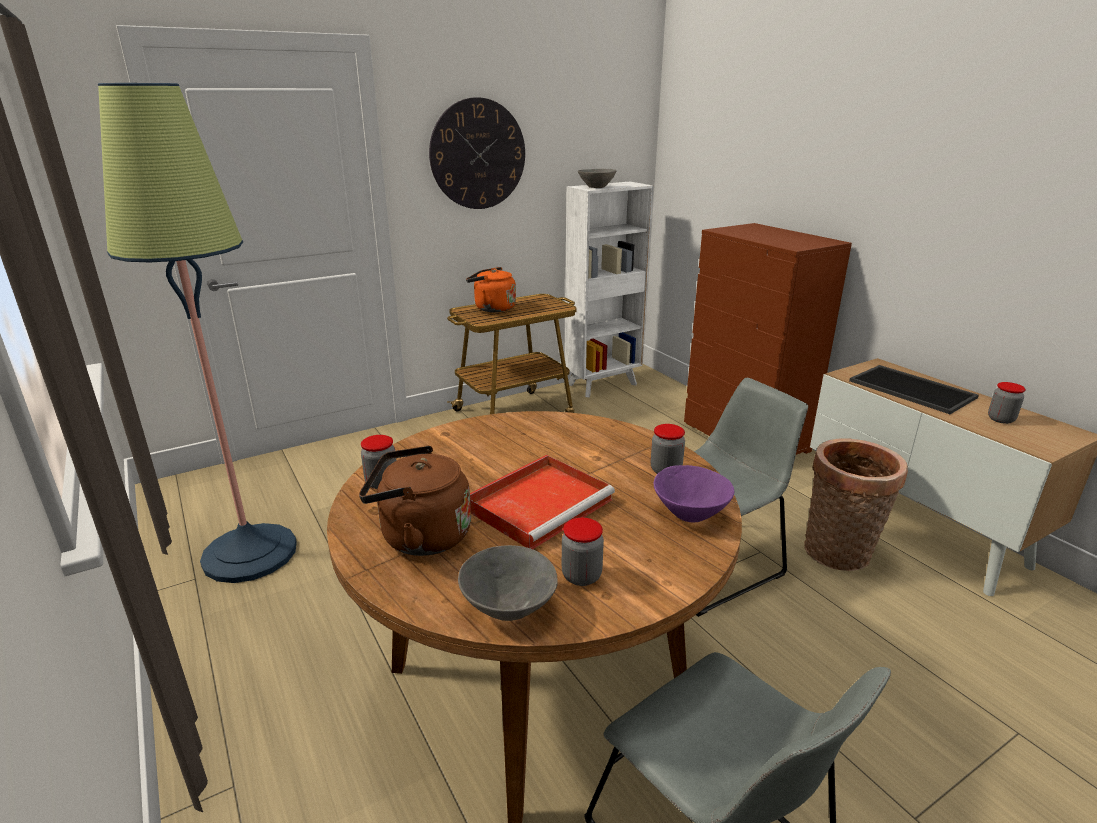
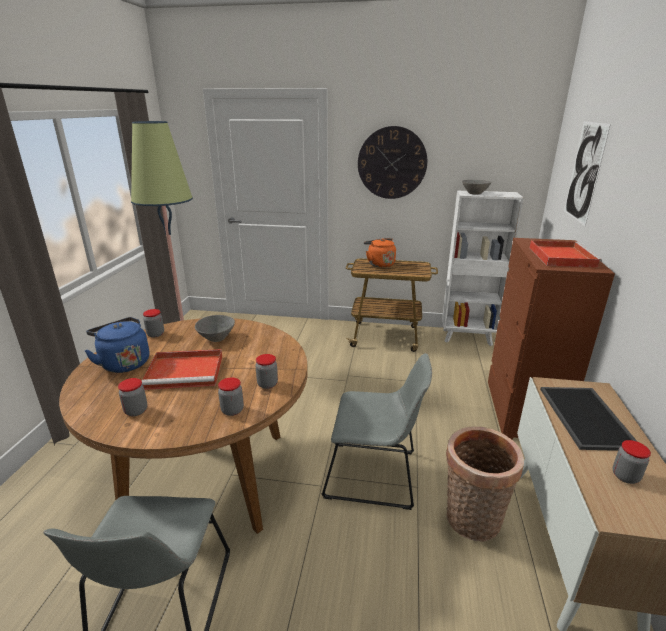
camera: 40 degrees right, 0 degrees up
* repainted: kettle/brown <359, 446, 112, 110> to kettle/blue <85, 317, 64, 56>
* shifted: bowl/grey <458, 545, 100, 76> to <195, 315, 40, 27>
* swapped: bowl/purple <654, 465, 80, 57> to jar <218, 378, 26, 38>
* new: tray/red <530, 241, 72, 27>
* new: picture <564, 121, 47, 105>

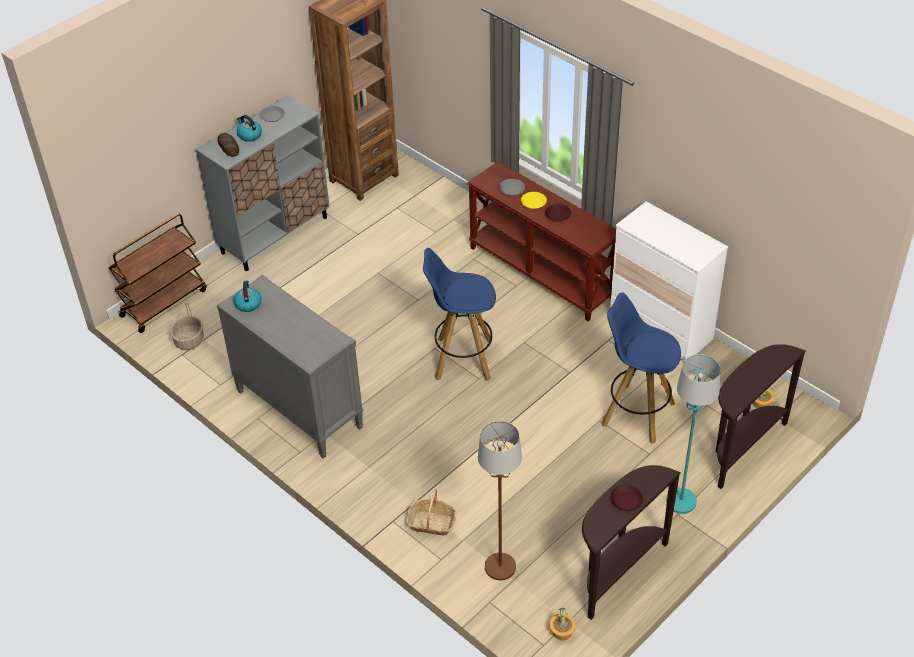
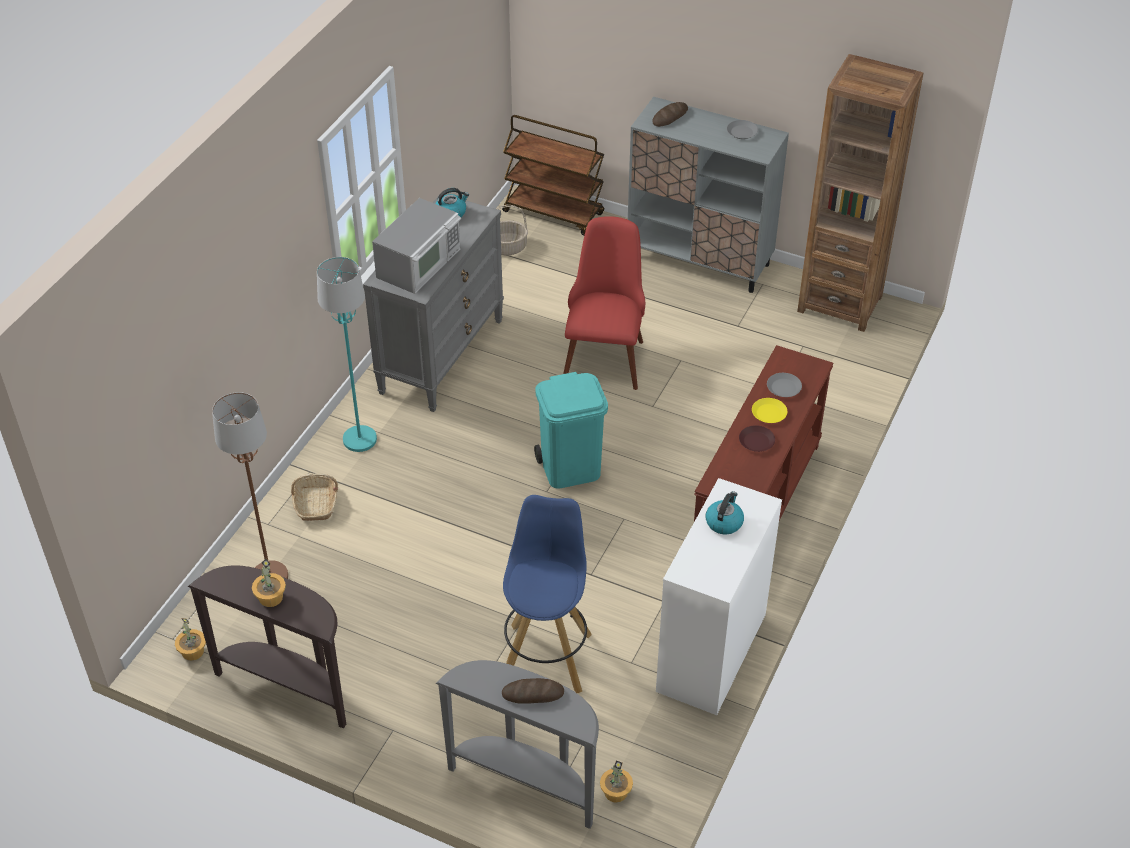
camera: 70 degrees right, 0 degrees up
* shifted: kettle <237, 115, 25, 27> to <706, 491, 38, 44>
* swapped: stool/blue <423, 248, 73, 133> to trash can/turquoise <534, 372, 74, 117>
* swapped: plate/brown <611, 485, 32, 26> to potted plant <252, 559, 34, 48>
* shifted: floor lamp/turquoise <666, 354, 55, 160> to <317, 257, 60, 195>
* repainted: console table/brown <716, 344, 90, 145> to console table/grey <436, 660, 163, 169>
* new: microwave <372, 198, 89, 96>
* new: bread <502, 678, 62, 26>
* new: chair/red <563, 216, 82, 174>

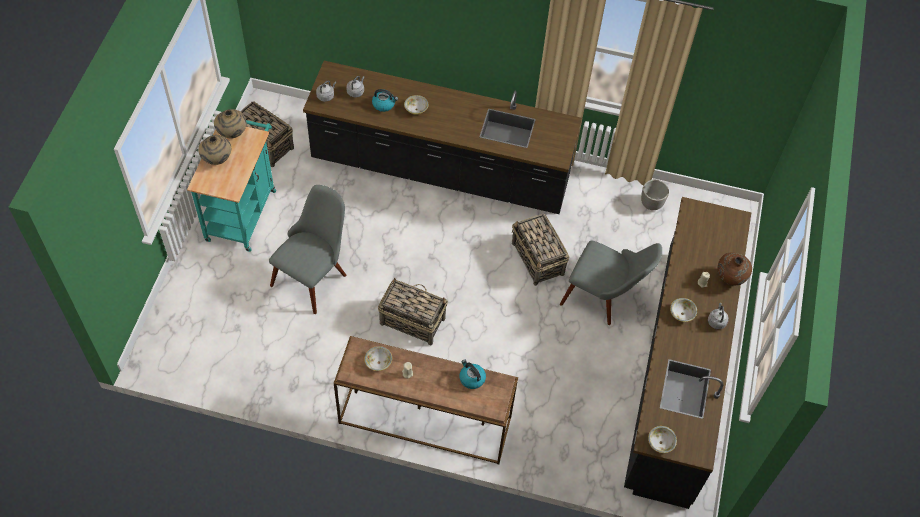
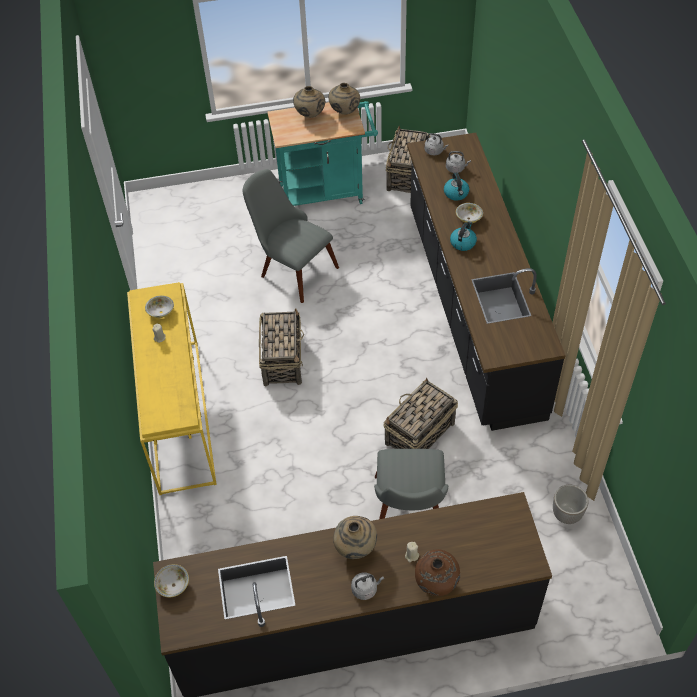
camera: 70 degrees right, 5 degrees down
* rotated: chair/grey <269, 185, 77, 129> = <242, 169, 97, 134> 150 degrees counterclockwise
* repainted: console table/brown <334, 336, 184, 129> to console table/yellow <127, 282, 90, 213>
* shifted: kettle <459, 359, 27, 30> to <450, 221, 27, 30>
* swapped: bowl <670, 298, 27, 24> to vase/beige <333, 516, 44, 43>

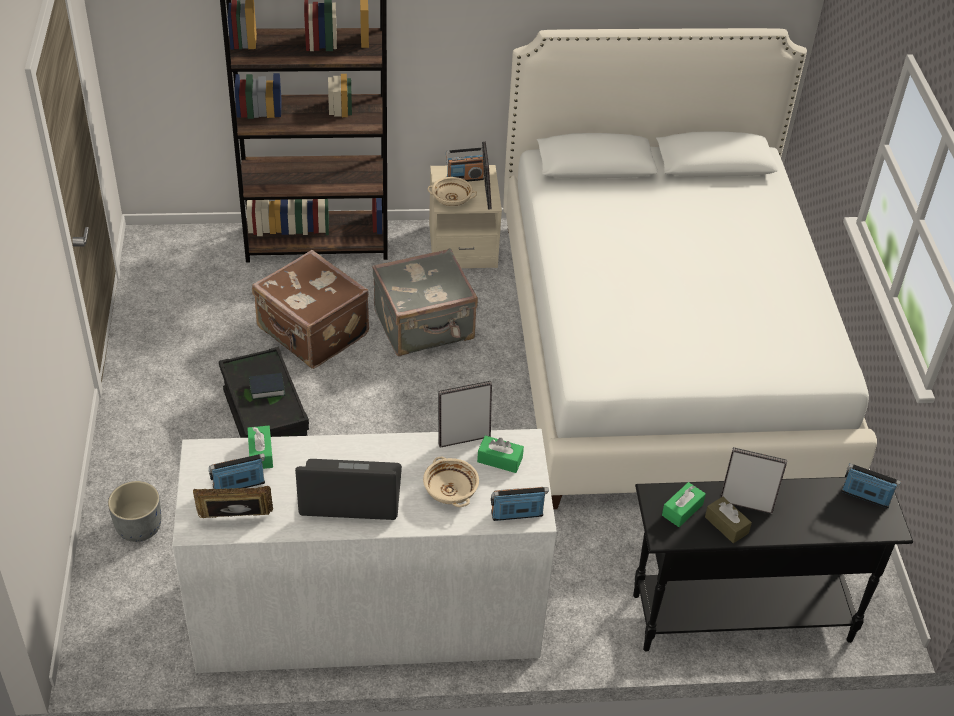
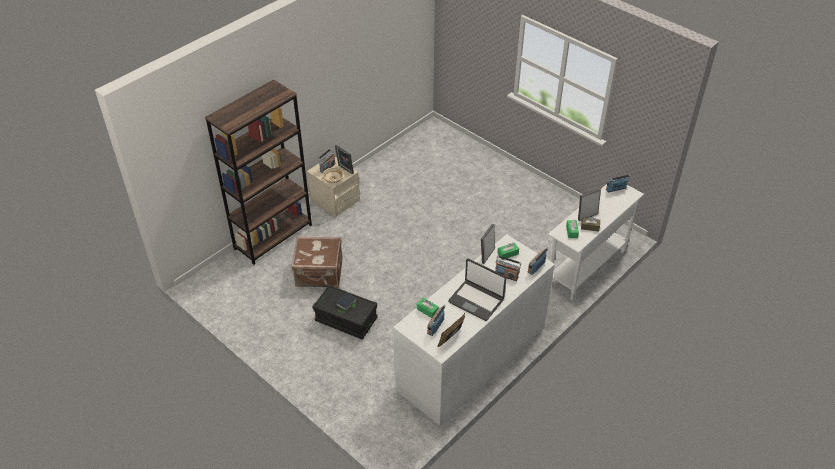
camera: 40 degrees left, 0 degrees up
* gone: planter/grey <108, 481, 53, 61>
* rotated: laptop <295, 459, 107, 61> = <448, 259, 58, 62> 105 degrees counterclockwise
* gone: suitcase/grey <372, 248, 106, 108>
* swapped: bowl/beige <423, 457, 56, 50> to radio <495, 255, 26, 26>
* gone: bed/white <503, 28, 374, 481>
* repainted: console table/black <633, 476, 280, 176> to console table/white <548, 184, 96, 116>

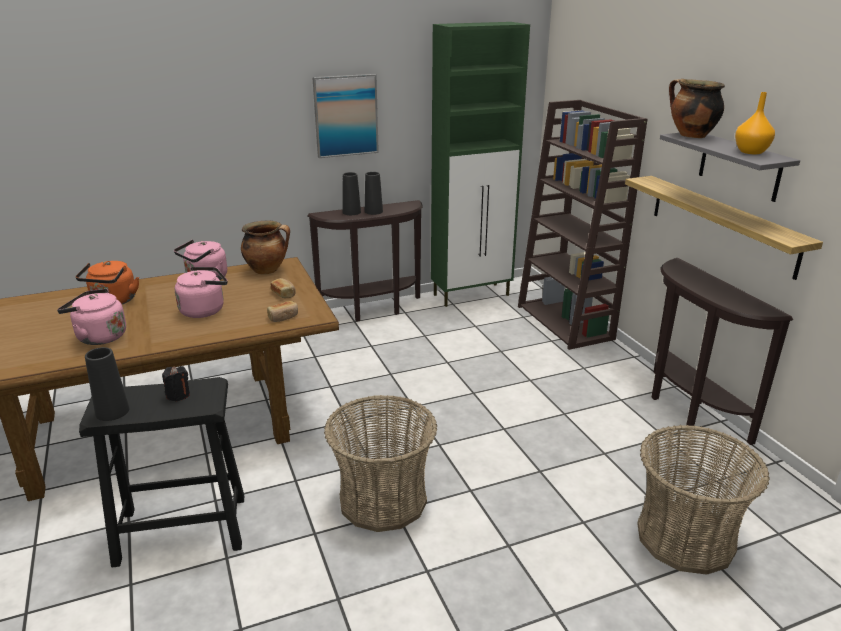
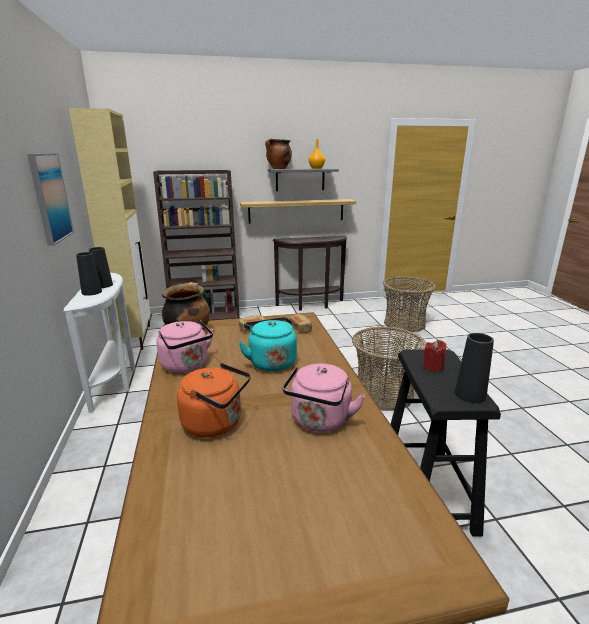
camera: 80 degrees left, 5 degrees down
* repainted: candle/black <162, 366, 28, 36> to candle/red <423, 340, 23, 32>
* repainted: kettle/pink <175, 267, 52, 51> to kettle/turquoise <239, 317, 58, 55>
* repainted: console table/brown <307, 200, 116, 122> to console table/white <64, 272, 72, 141>
* repainted: cabinet/green <431, 22, 99, 285> to cabinet/beige <69, 108, 82, 242>

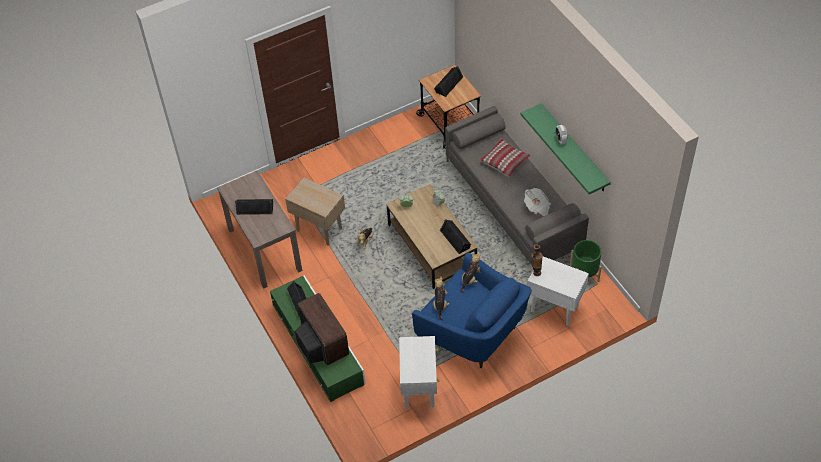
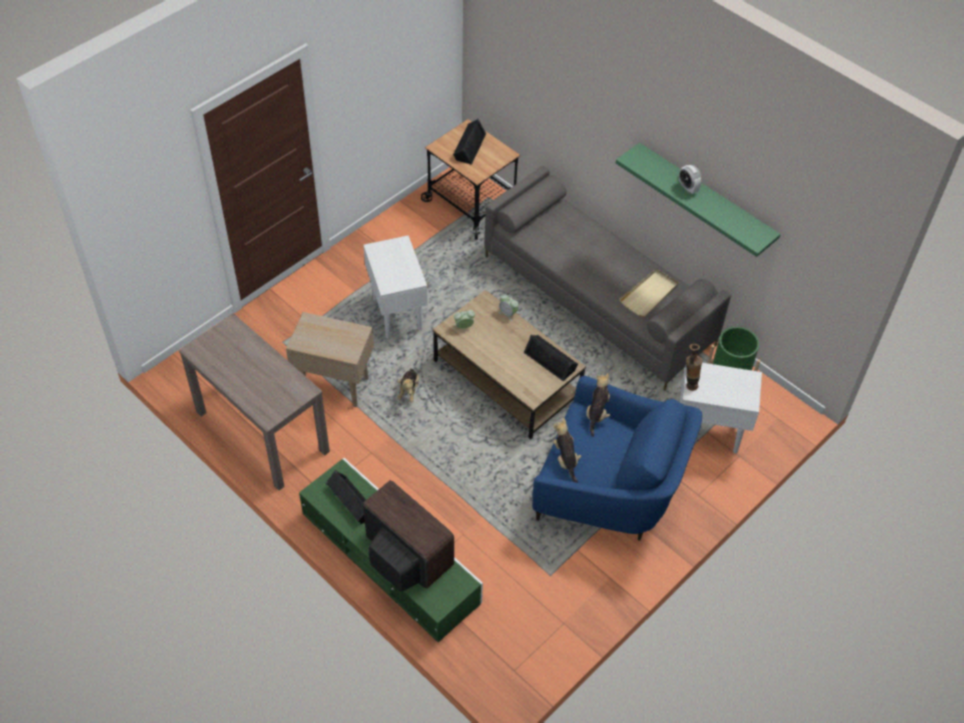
camera: 20 degrees left, 0 degrees up
* gone: speaker/black <235, 199, 38, 16>
* shifted: side table/white <399, 336, 40, 72> to <363, 235, 65, 103>
* gone: pillow <479, 139, 51, 38>
* swapped: newspaper <524, 188, 27, 28> to tray/beige <620, 269, 58, 48>

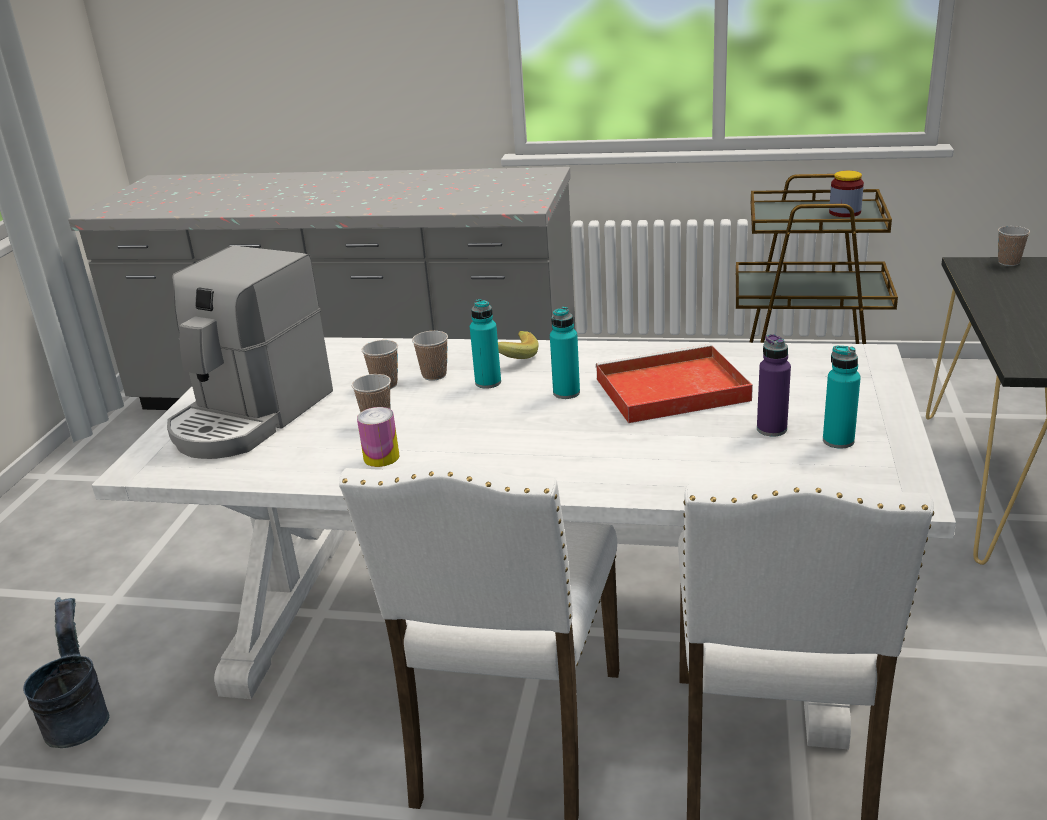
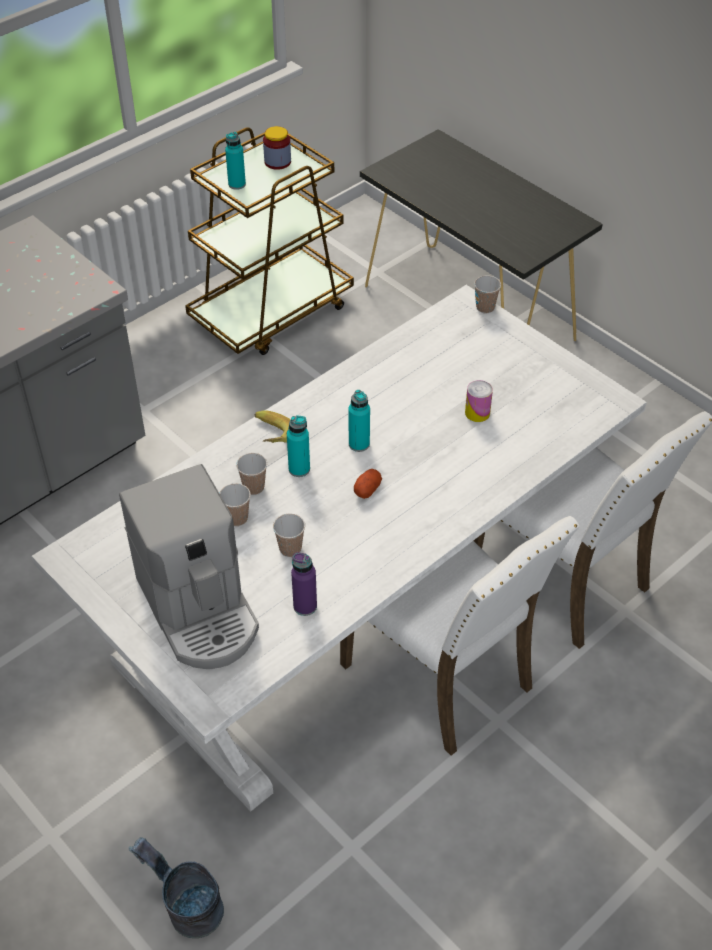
camera: 55 degrees left, 20 degrees up
* shifted: can <357, 407, 42, 60> to <465, 380, 28, 42>
* gone: tray/red <596, 344, 157, 79>
* shifted: bottle/purple <757, 334, 34, 103> to <291, 552, 26, 64>
* shifted: bottle/turquoise <823, 346, 38, 103> to <225, 132, 21, 58>
* shifted: cup <998, 226, 32, 40> to <474, 275, 27, 38>
* new: potato <354, 469, 28, 30>

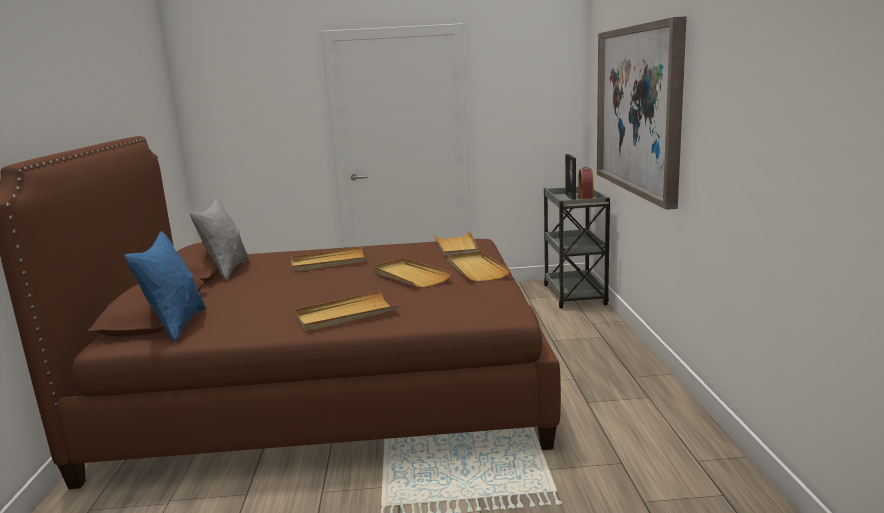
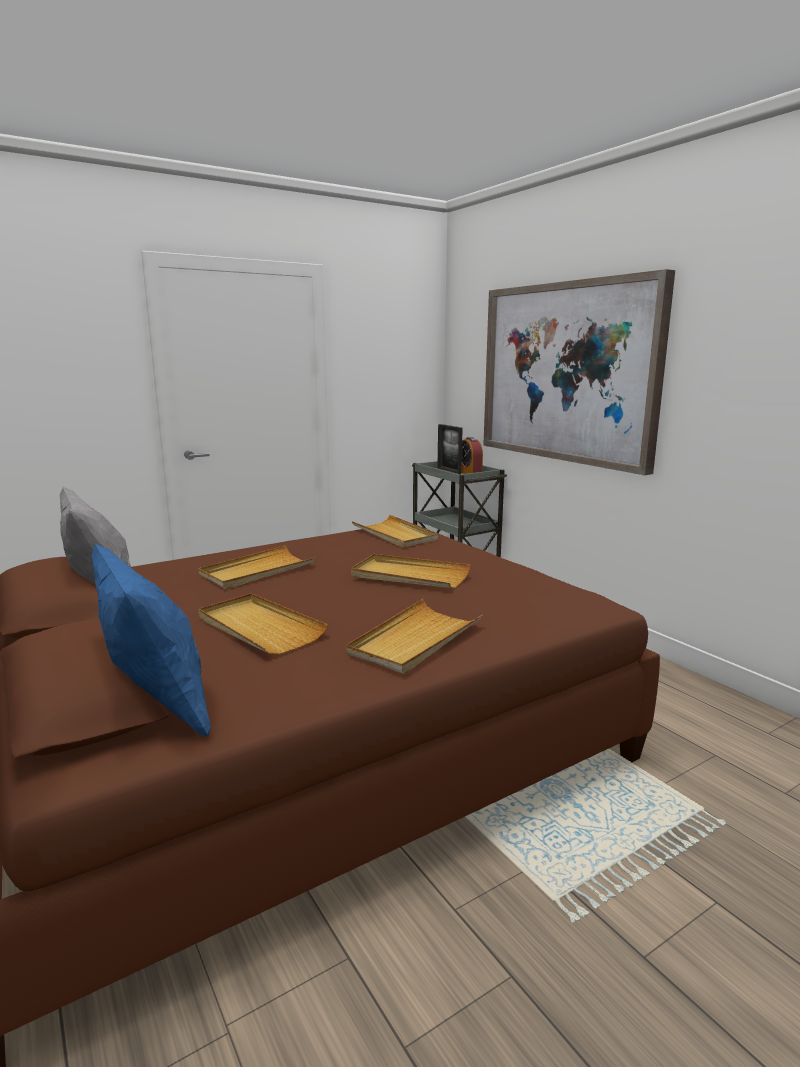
camera: 30 degrees left, 0 degrees up
* shifted: tray/beige <447, 251, 64, 31> to <199, 593, 129, 61>

